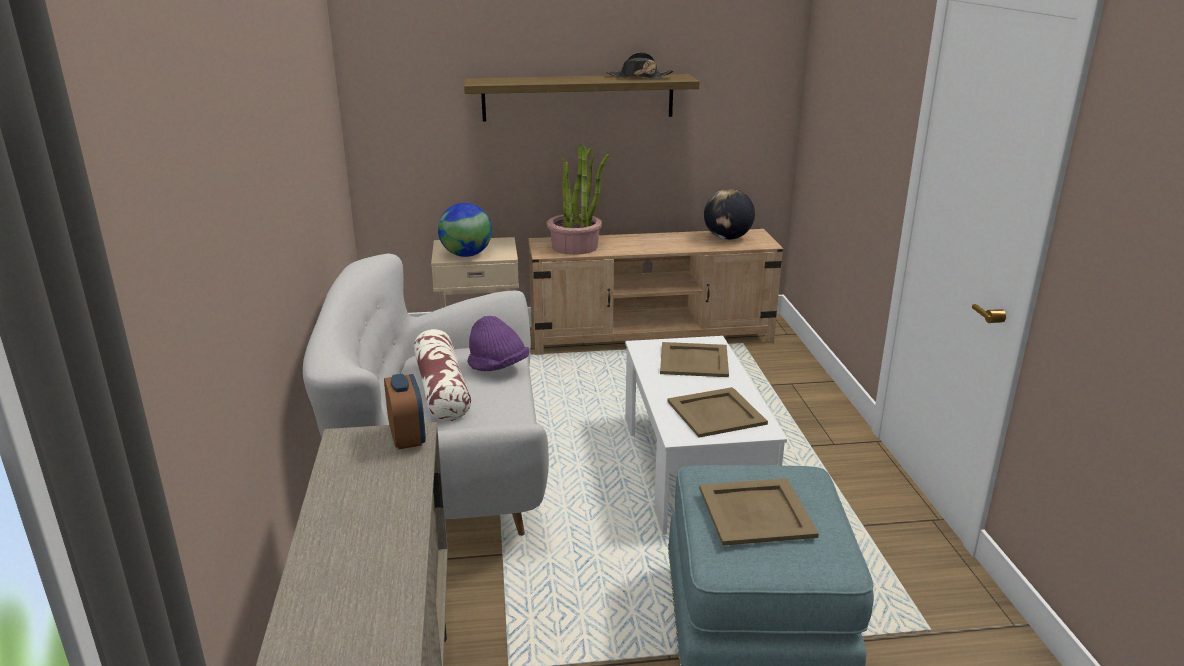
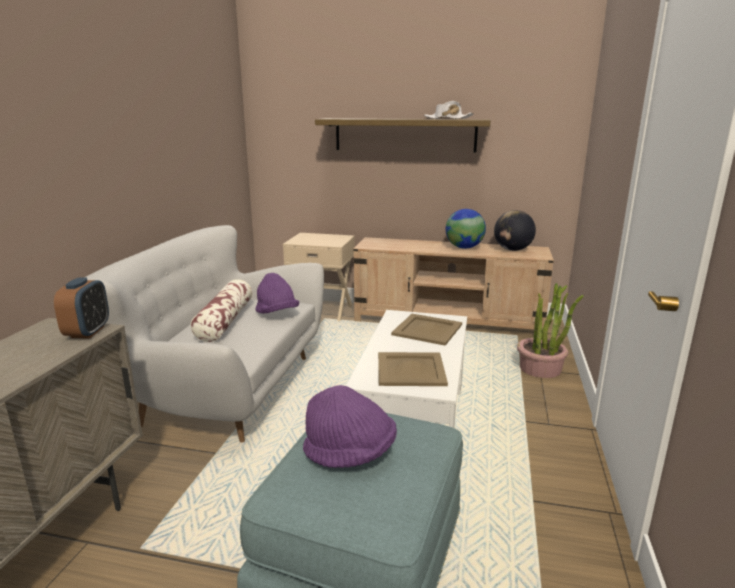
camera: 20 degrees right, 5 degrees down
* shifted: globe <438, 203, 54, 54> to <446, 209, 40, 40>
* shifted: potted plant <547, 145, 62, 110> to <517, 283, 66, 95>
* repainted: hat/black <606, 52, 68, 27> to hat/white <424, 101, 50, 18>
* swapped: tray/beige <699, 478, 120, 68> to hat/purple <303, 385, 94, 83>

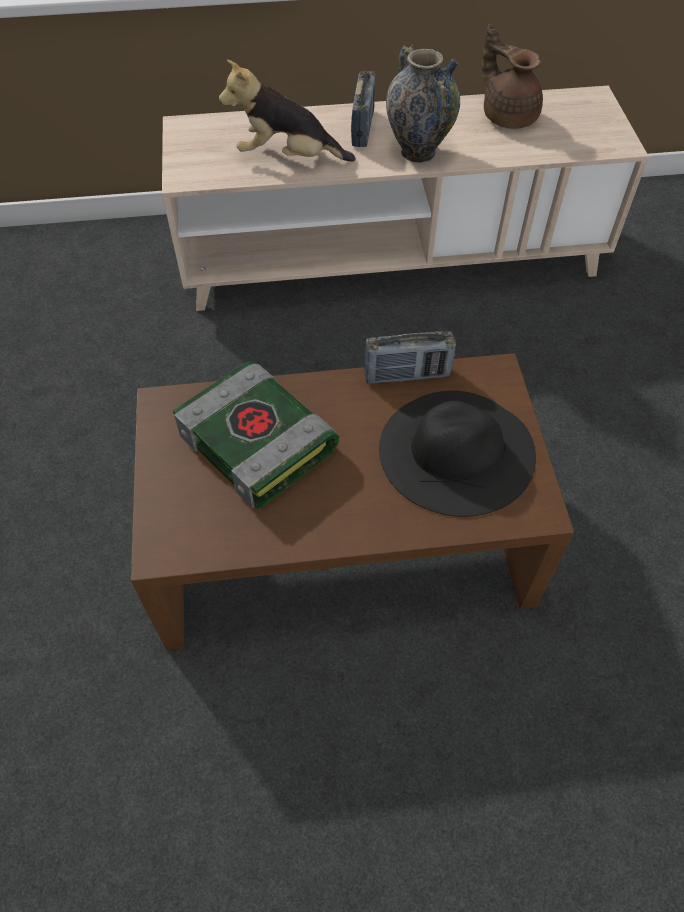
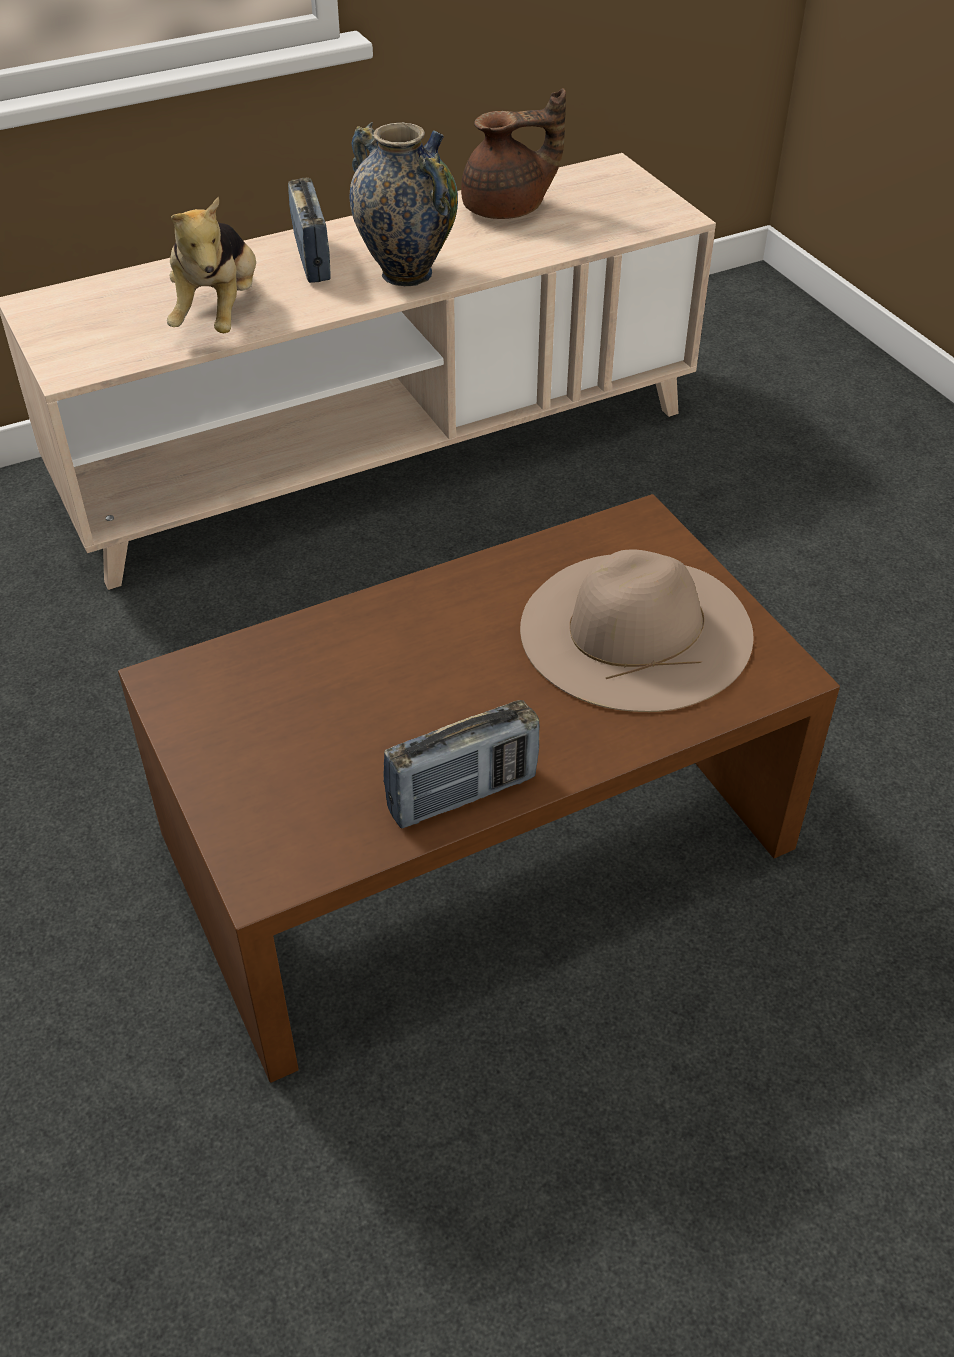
camera: 20 degrees left, 10 degrees down
* gone: book <173, 361, 166, 149>
* rotated: plush toy <219, 59, 136, 103> = <167, 196, 89, 137> 75 degrees counterclockwise
* shifted: radio <364, 331, 92, 53> to <383, 700, 157, 128>
* repainted: hat/black <379, 391, 157, 126> to hat/beige <520, 549, 233, 163>
* rotated: teapot/brown <482, 24, 61, 105> = <461, 88, 105, 131> 135 degrees clockwise

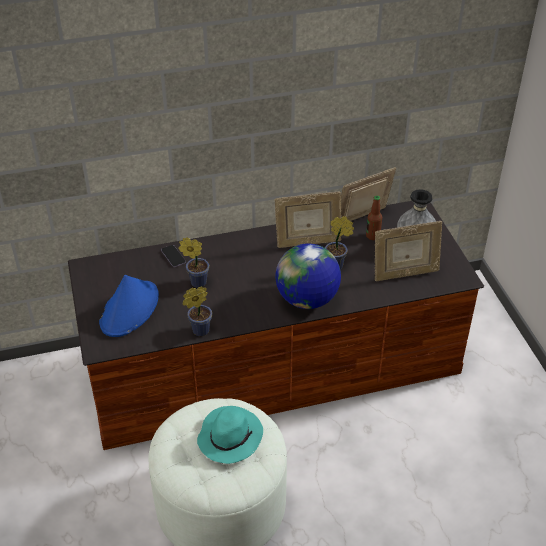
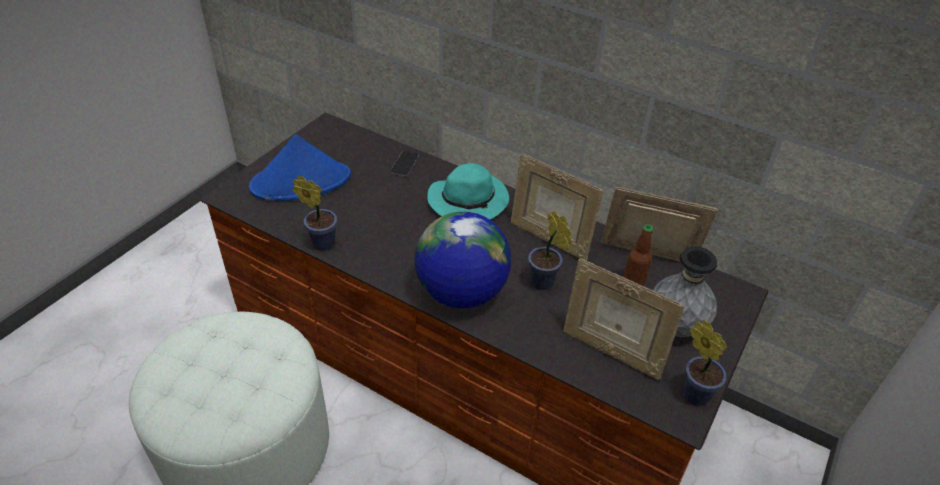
camera: 45 degrees right, 0 degrees up
* shifted: potted plant <178, 237, 31, 51> to <683, 320, 44, 86>
* shifted: hat/turquoise <197, 406, 66, 58> to <427, 163, 82, 57>

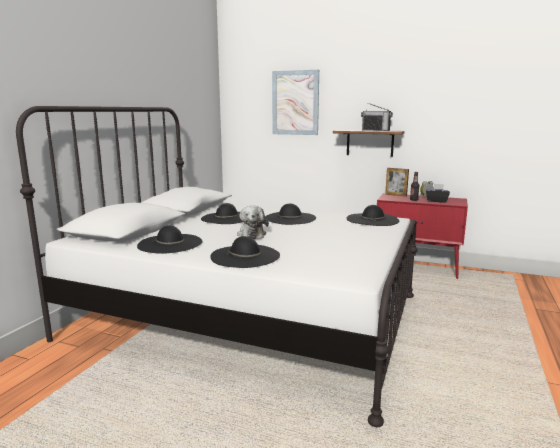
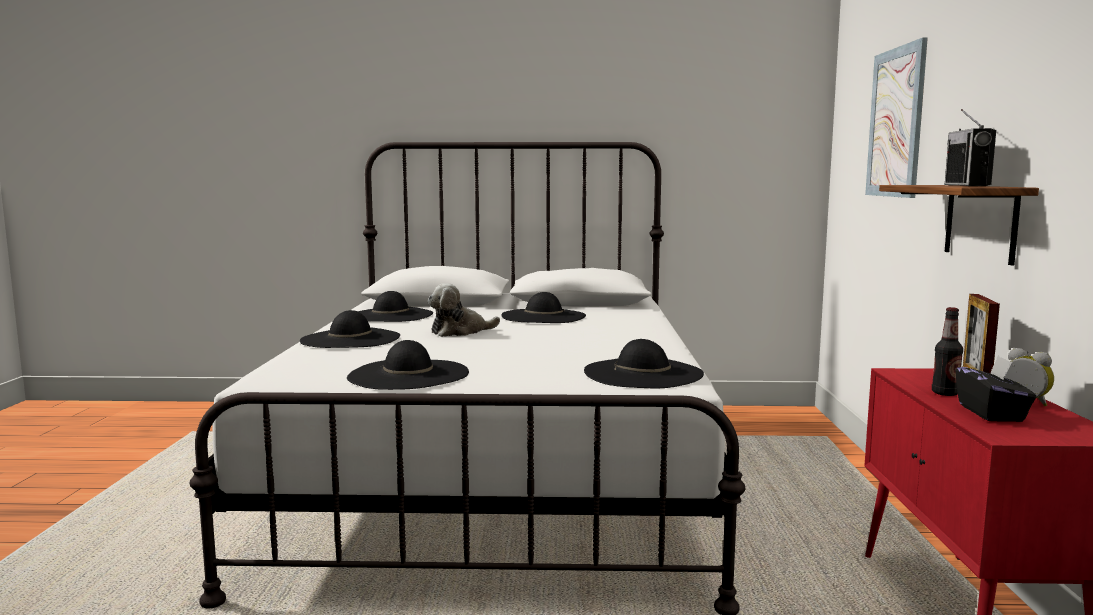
camera: 70 degrees right, 5 degrees down
* shifted: hat/black <265, 204, 51, 21> to <347, 340, 122, 50>

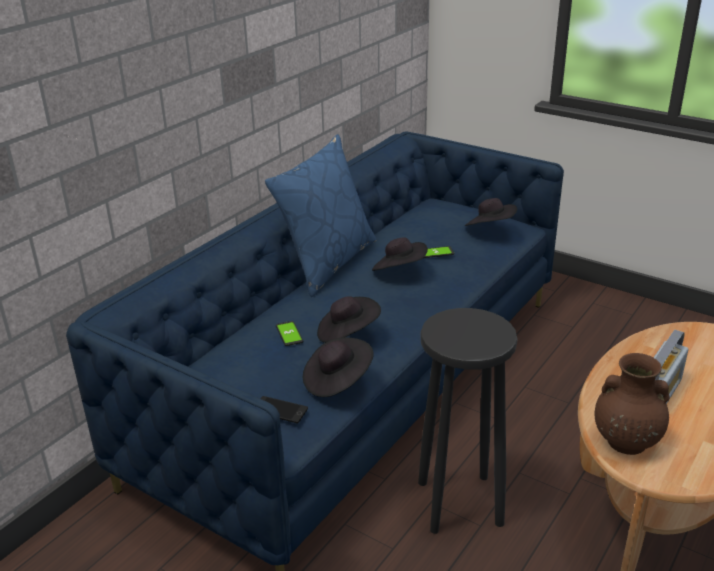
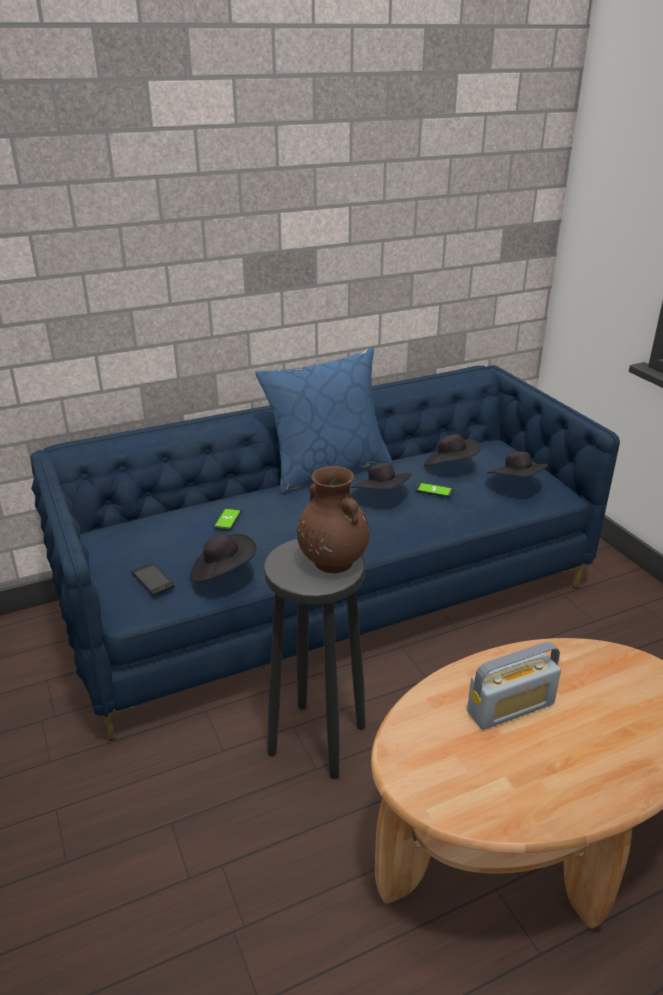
camera: 30 degrees right, 0 degrees up
* shifted: hat/black <317, 296, 64, 47> to <424, 434, 57, 32>
* shifted: vase/brown <595, 353, 75, 102> to <297, 466, 73, 107>

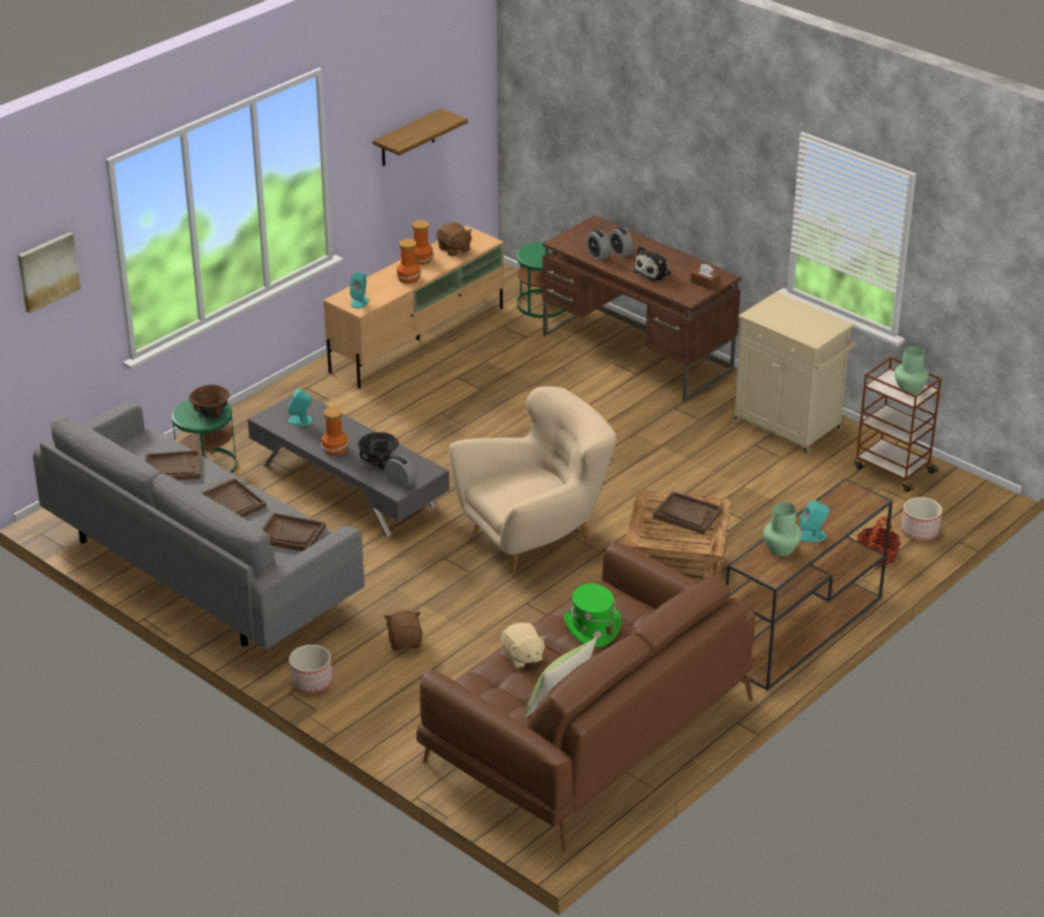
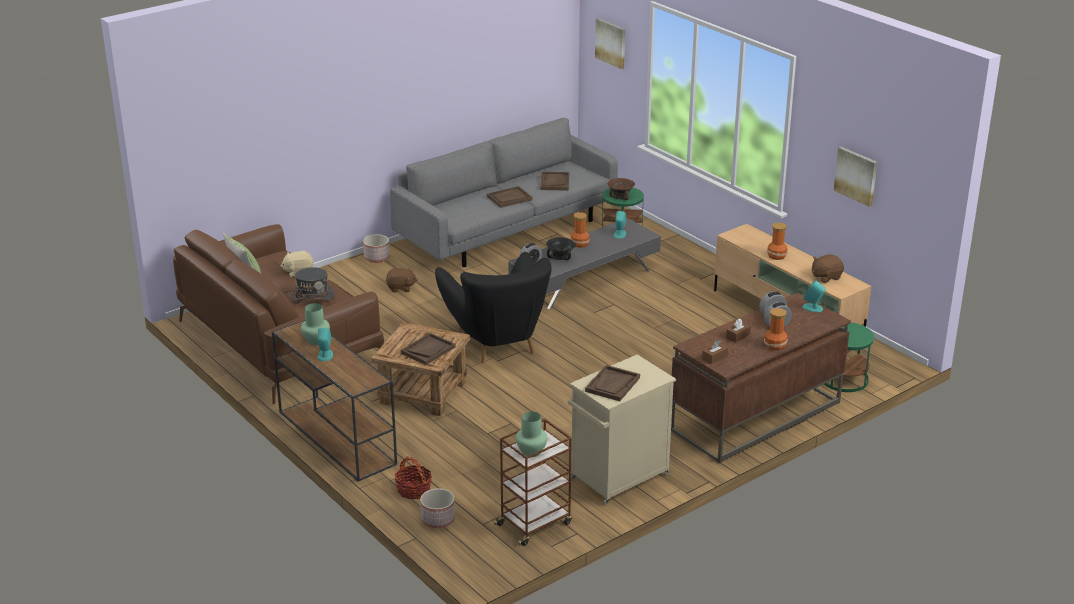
camera: 100 degrees right, 5 degrees down
* shifted: tray/brown <262, 513, 64, 38> to <585, 365, 55, 36>
* shifted: speaker/turquoise <350, 272, 19, 36> to <802, 280, 24, 32>
* swapped: shelf <373, 108, 95, 58> to picture <834, 147, 43, 60>
* shifted: vase <412, 220, 22, 45> to <764, 308, 24, 42>
* repainted: armchair/beige <449, 386, 167, 187> to armchair/black <435, 252, 117, 111>
* repainted: hat/green <564, 583, 57, 64> to hat/grey <291, 267, 44, 33>
* swapped: plush toy <633, 246, 38, 35> to tissue box/brown <726, 319, 25, 24>

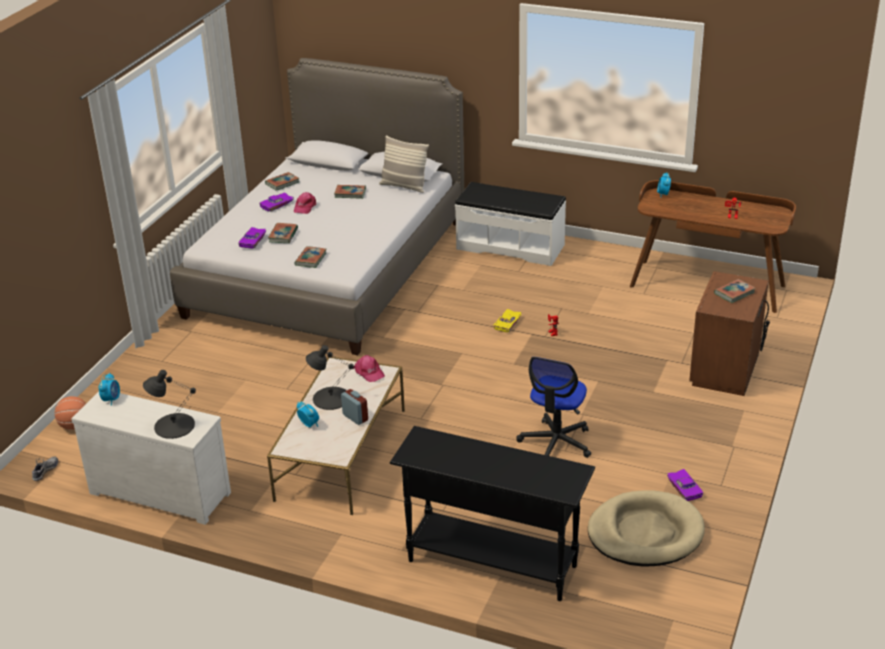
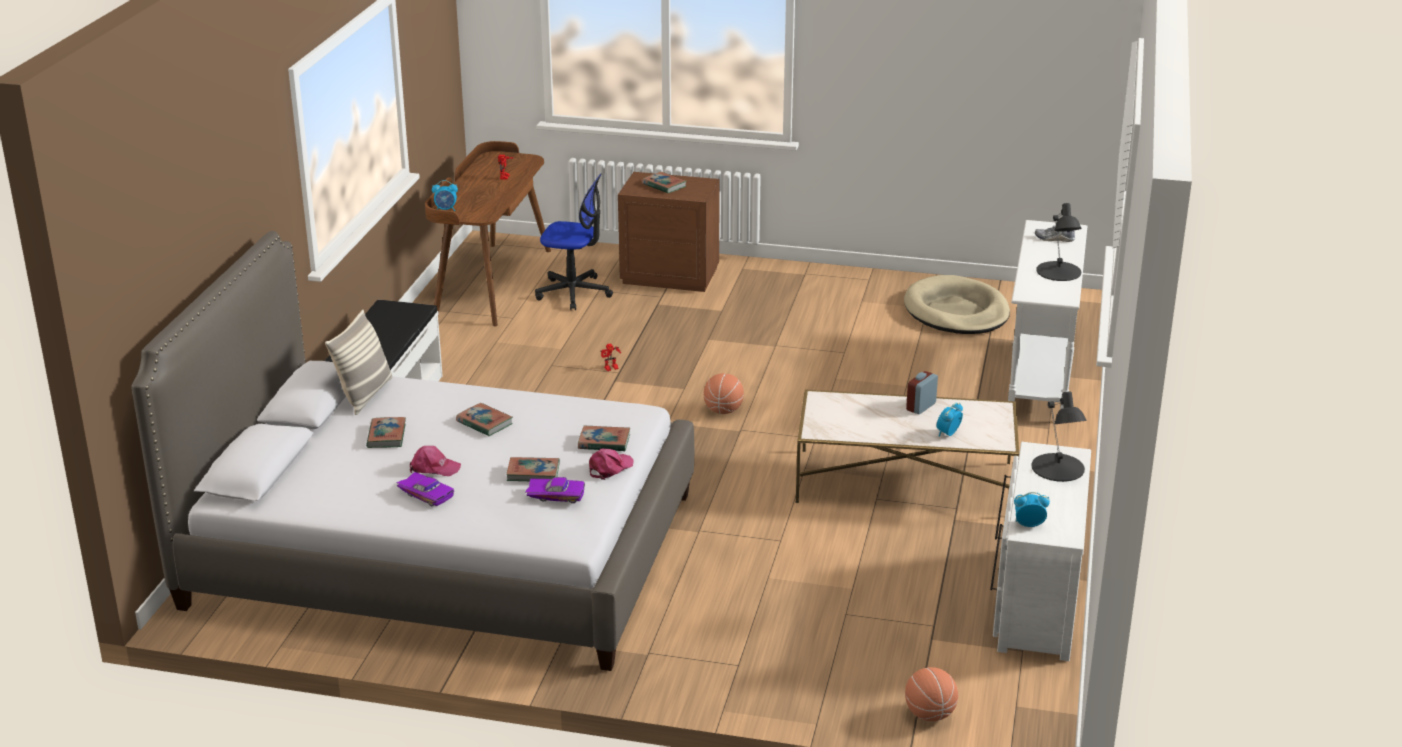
camera: 100 degrees left, 5 degrees down
* shifted: shoe <32, 457, 26, 24> to <1035, 225, 40, 17>
* shifted: book <265, 172, 35, 19> to <456, 403, 57, 33>
* shifted: table lamp/black <306, 345, 48, 65> to <1036, 203, 46, 78>
* shifted: cap/pink <353, 355, 32, 27> to <589, 449, 45, 31>
* repainted: console table/black <390, 426, 205, 175> to console table/white <1008, 220, 79, 189>
* gone: toy car/yellow <493, 309, 29, 23>
* shifted: office chair <516, 357, 75, 101> to <535, 174, 78, 136>
* gone: toy car/purple <667, 469, 36, 32>
* new: basketball <704, 373, 40, 41>

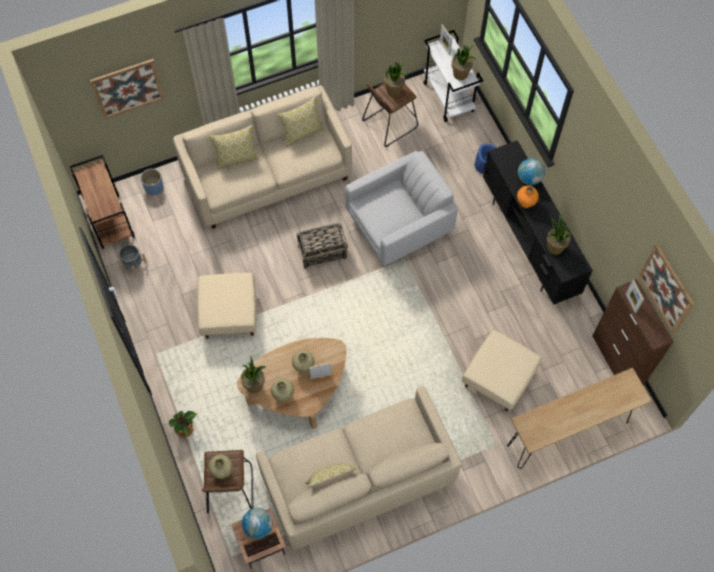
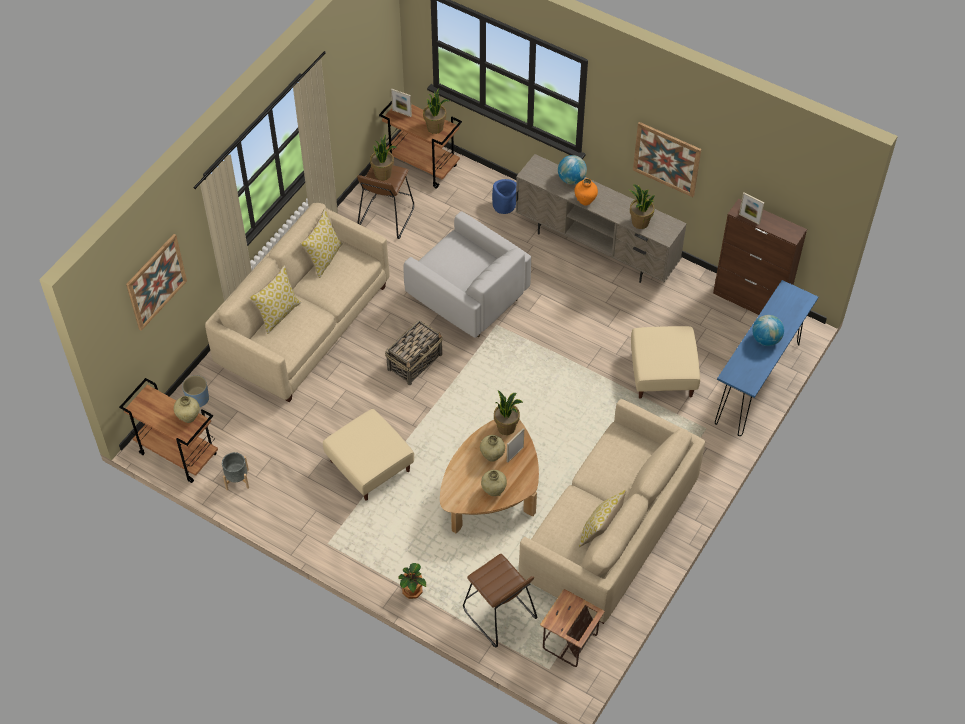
camera: 35 degrees left, 10 degrees down
* shifted: vase/beige <209, 455, 24, 24> to <174, 396, 26, 27>
* shifted: potted plant <241, 356, 25, 37> to <494, 390, 29, 45>
* shifted: globe <242, 508, 31, 31> to <752, 315, 32, 31>
* rotated: armchair/white <345, 151, 113, 115> = <404, 211, 127, 127> 105 degrees clockwise
* repainted: cart/white <423, 30, 60, 92> to cart/brown <379, 101, 83, 87>
* repainted: tv stand/black <483, 140, 110, 165> to tv stand/beige <515, 154, 172, 129>
* repainted: console table/brown <507, 368, 145, 101> to console table/blue <715, 280, 103, 156>
* shifted: picture <638, 243, 56, 90> to <633, 122, 68, 75>

